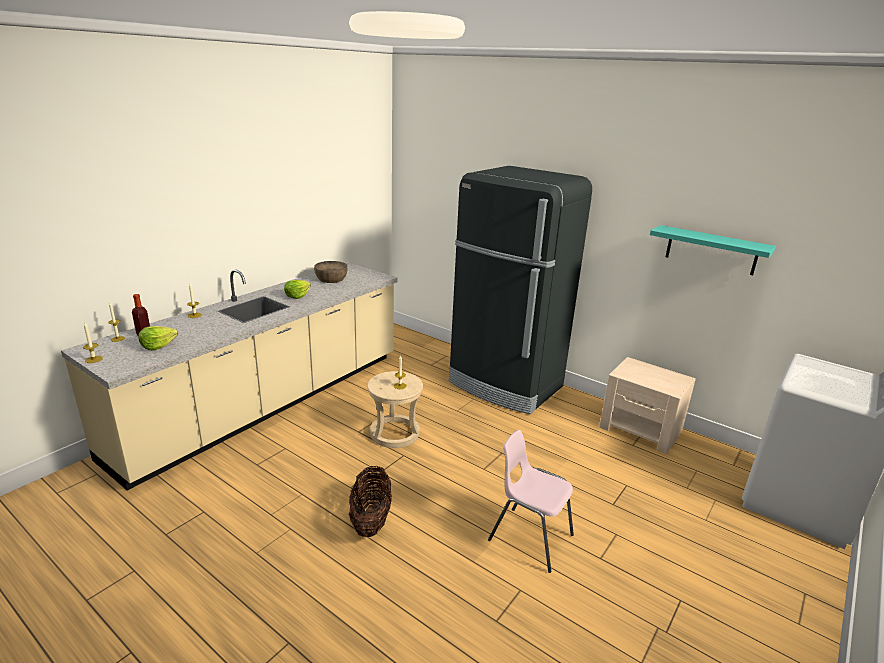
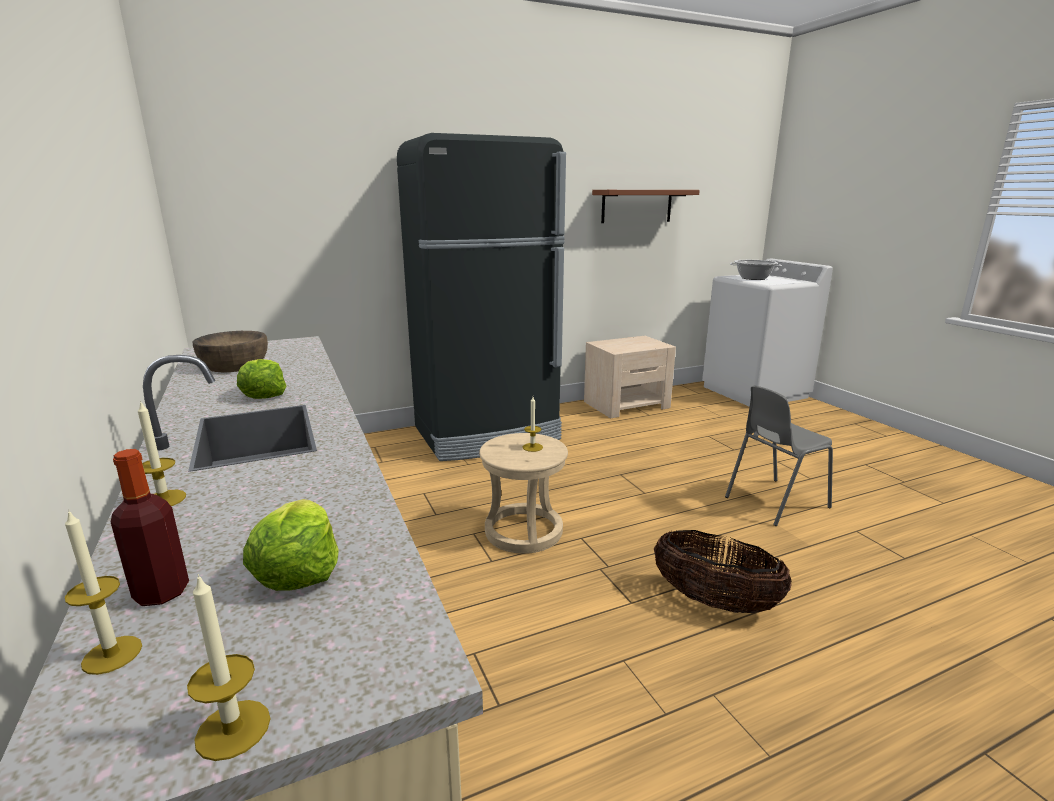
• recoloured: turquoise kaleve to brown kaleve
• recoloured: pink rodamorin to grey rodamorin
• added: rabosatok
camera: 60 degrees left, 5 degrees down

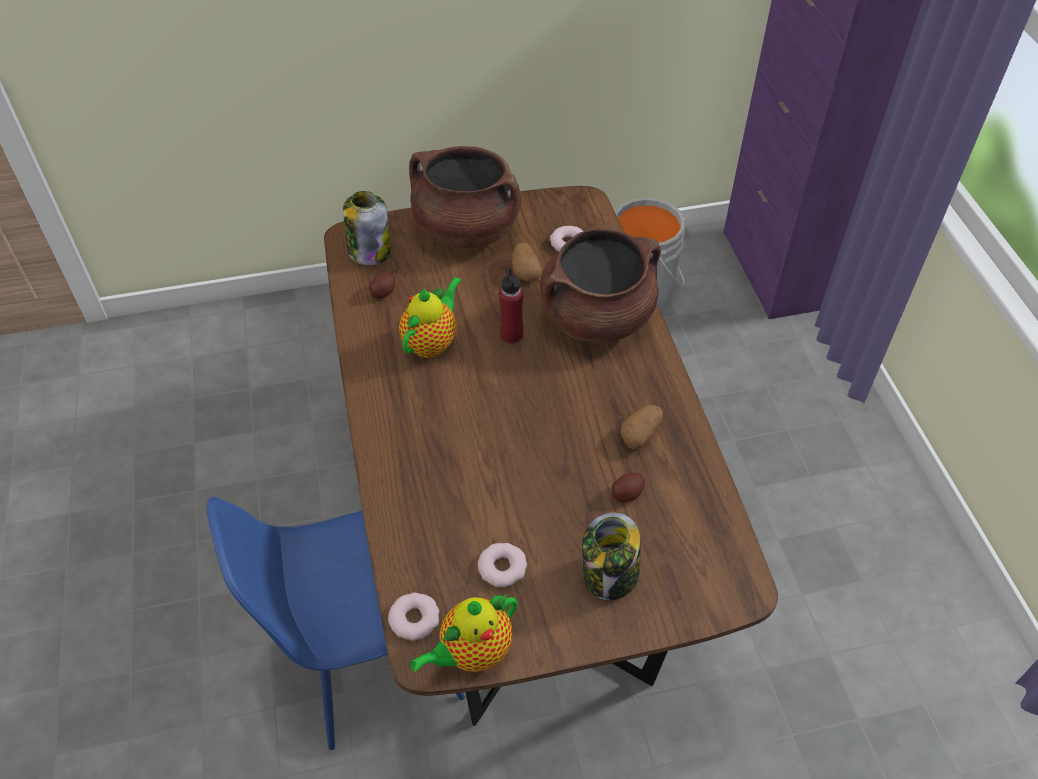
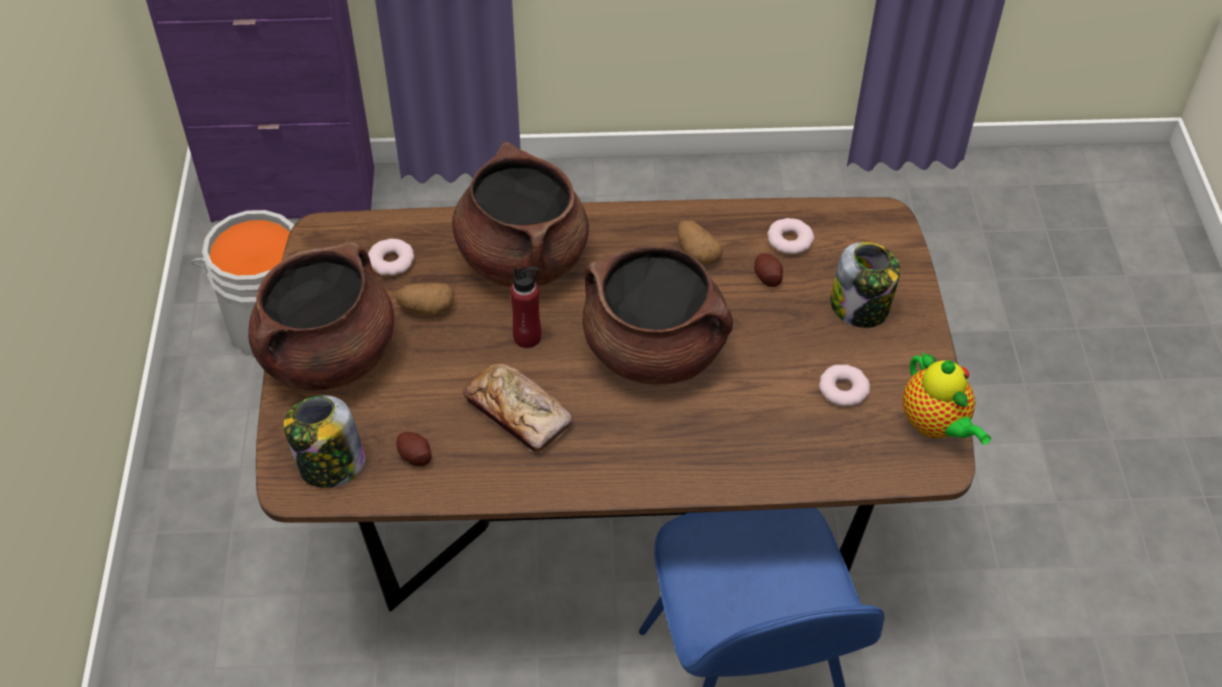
• replaced: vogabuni (1st from left) to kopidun
• added: brown rabosatok (3rd from left)
• moved: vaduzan (1st from left in the first image) to vaduzan (2nd from left)
camera: 80 degrees left, 0 degrees up

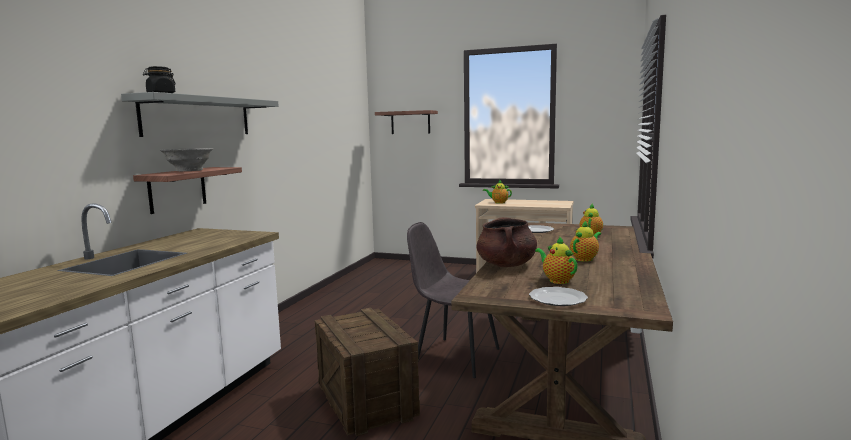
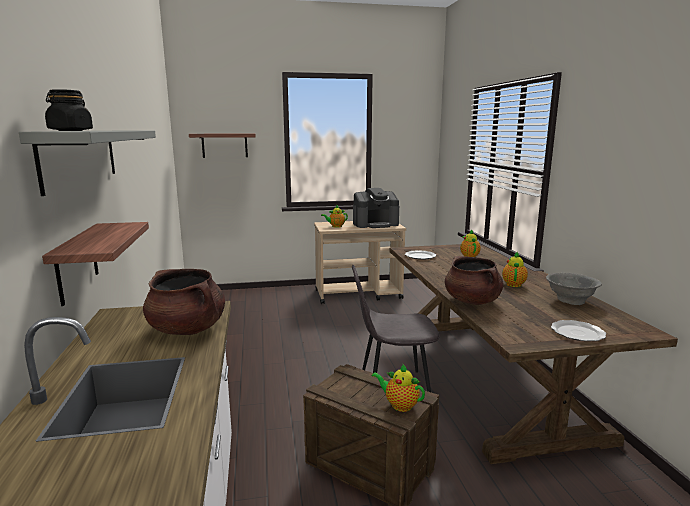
• added: brown rabosatok (1st from left)
• added: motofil
• moved: vogabuni (2nd from left)
• moved: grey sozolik
camera: 30 degrees left, 5 degrees up

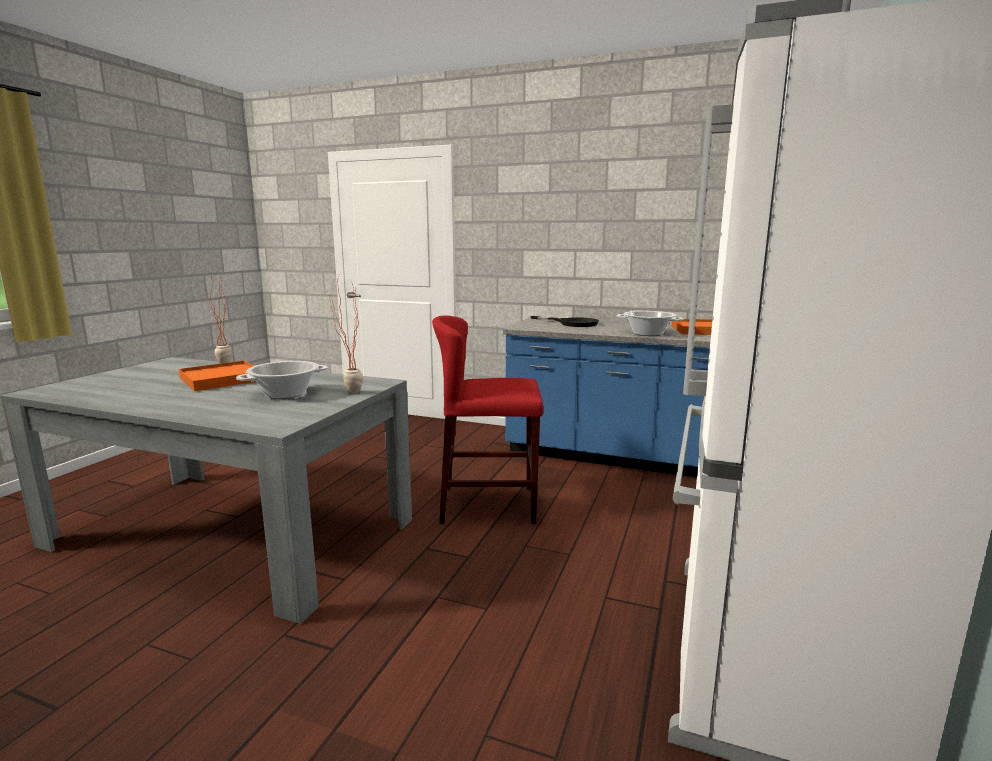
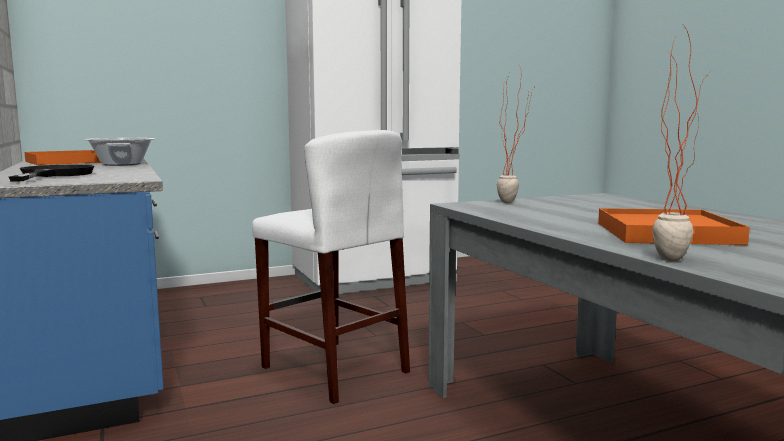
• recoloured: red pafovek to white pafovek
• removed: rabosatok (1st from left)
camera: 135 degrees left, 5 degrees down

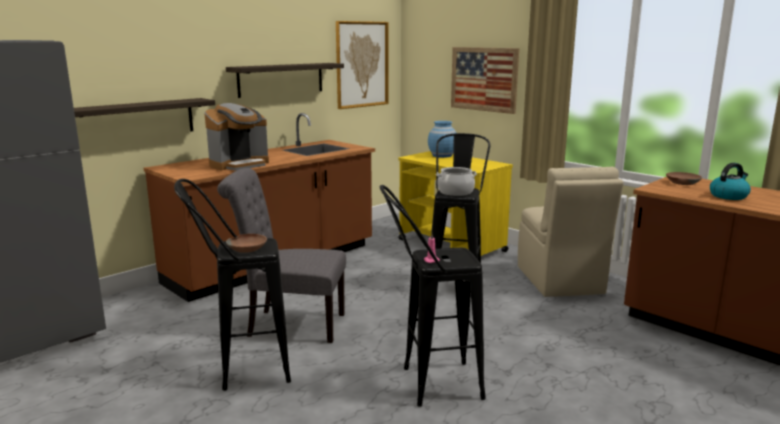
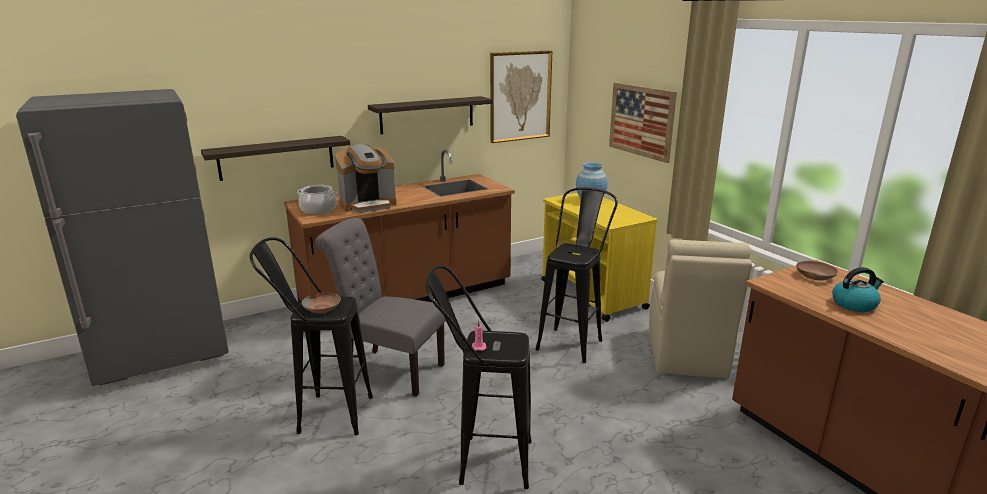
• moved: rabosatok
camera: 15 degrees right, 5 degrees up

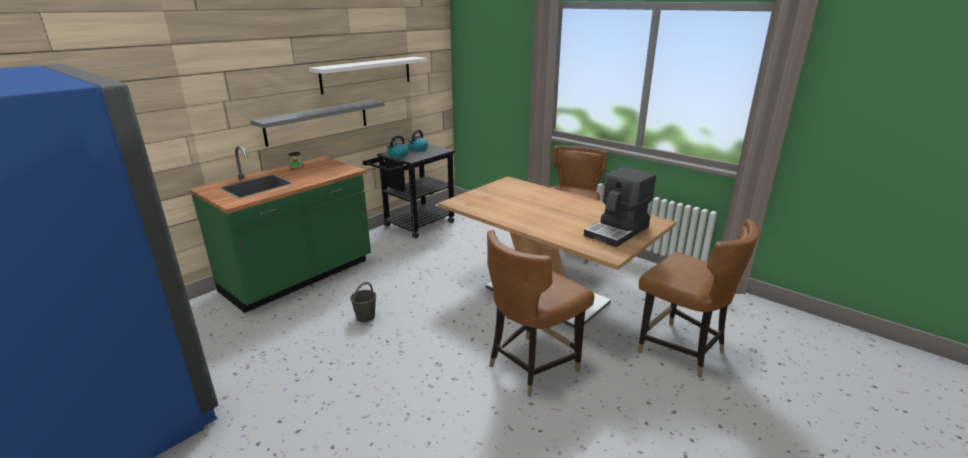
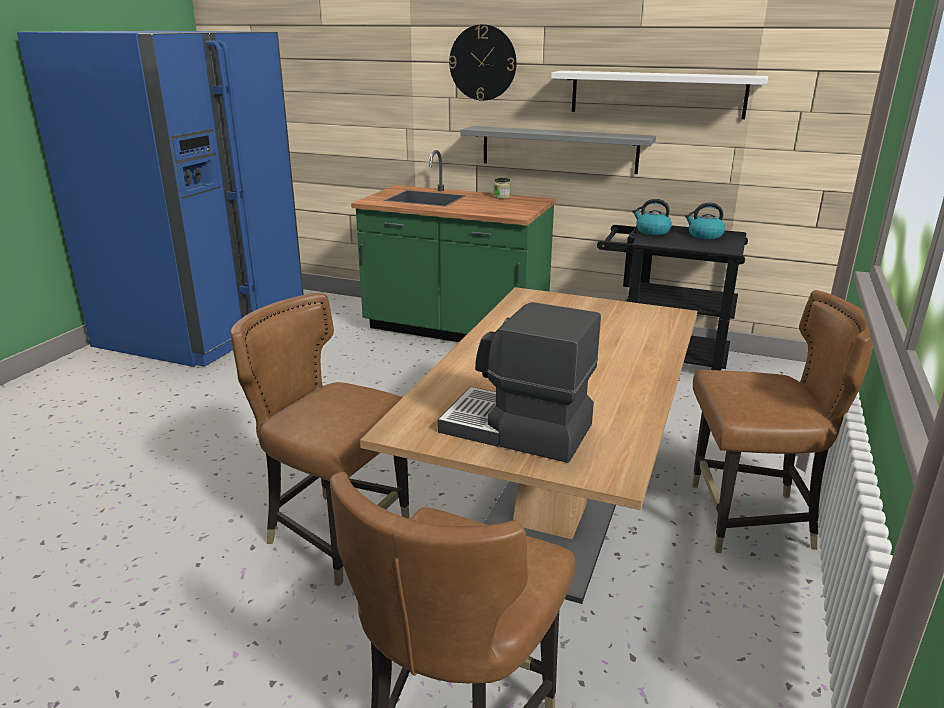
• added: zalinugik
• removed: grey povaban
camera: 70 degrees right, 0 degrees up

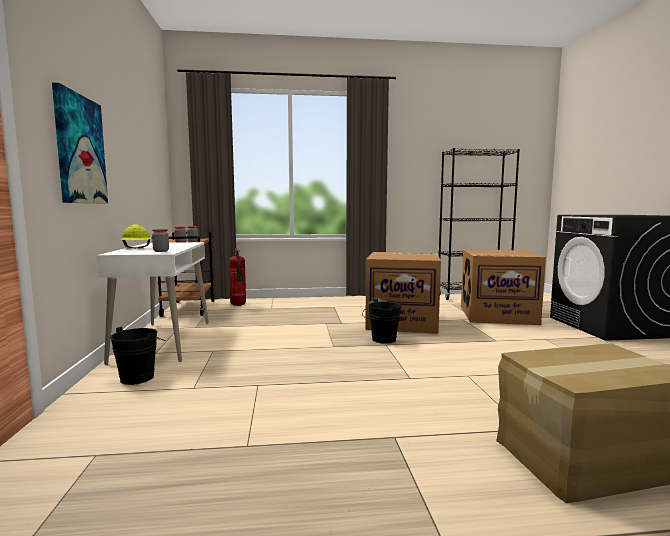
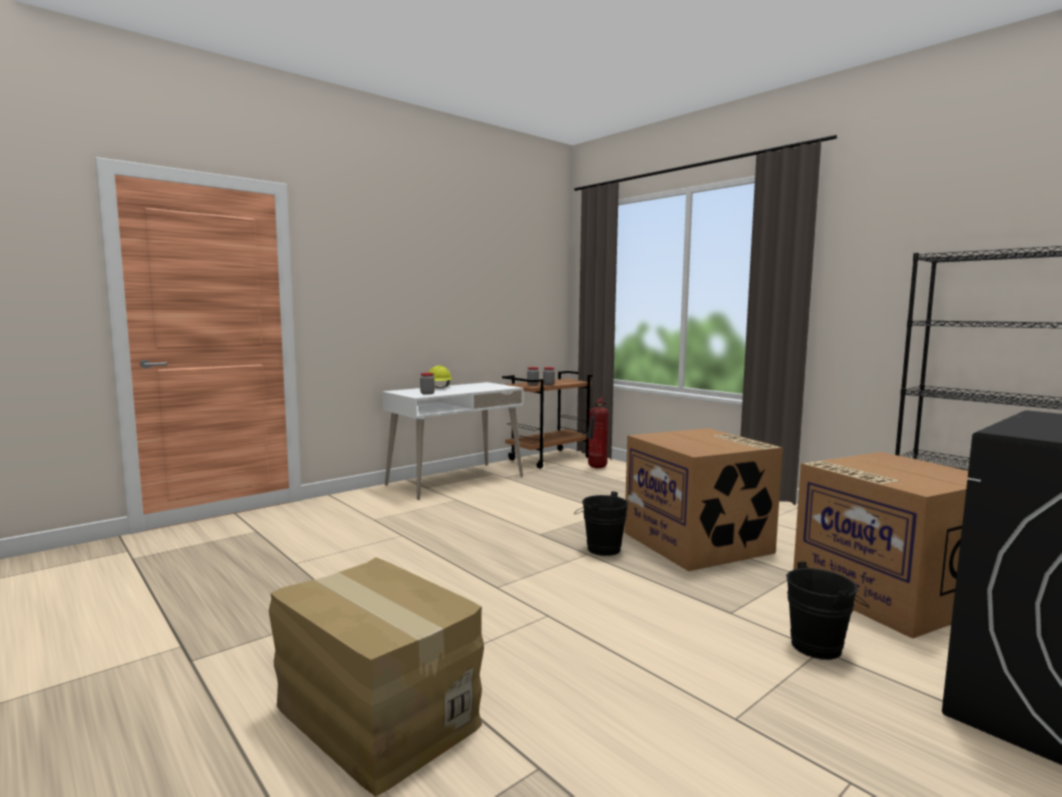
• moved: black povaban (1st from left in the first image) to black povaban (2nd from left)
• removed: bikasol
camera: 55 degrees right, 0 degrees up

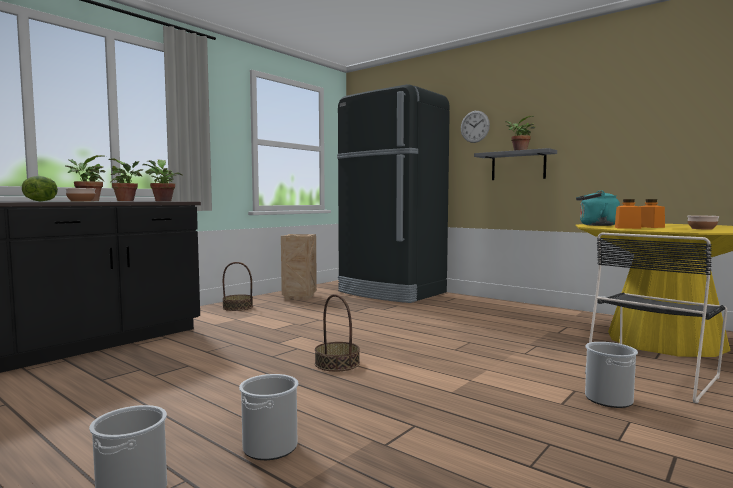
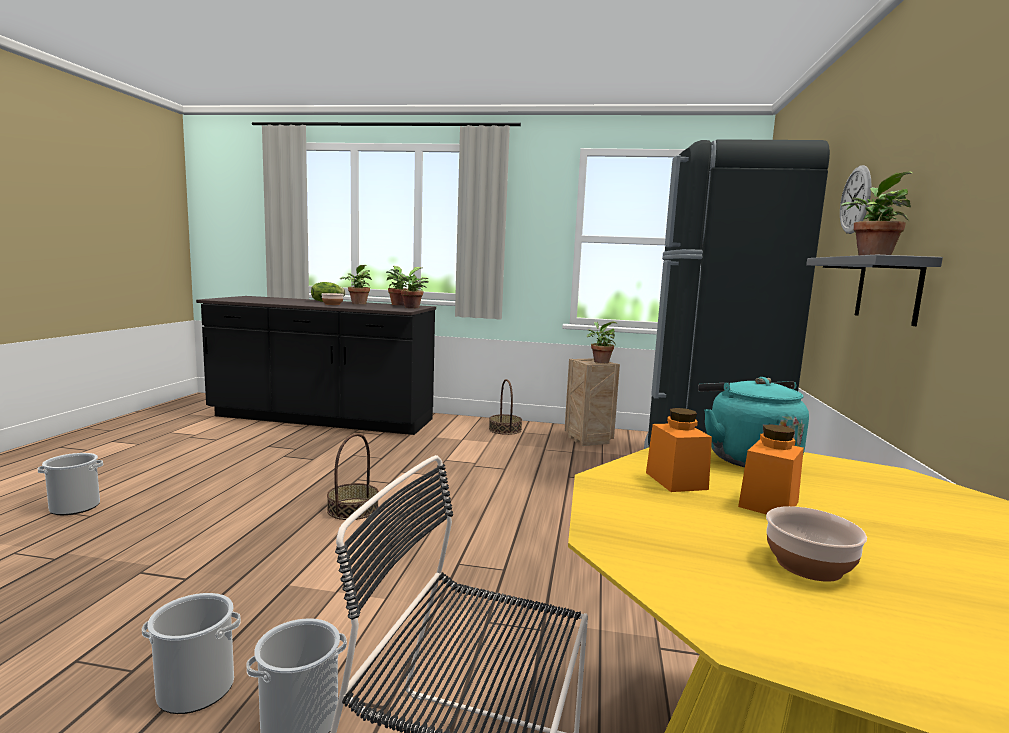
• moved: povaban (2nd from left)
• added: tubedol (4th from left)
camera: 60 degrees right, 5 degrees up

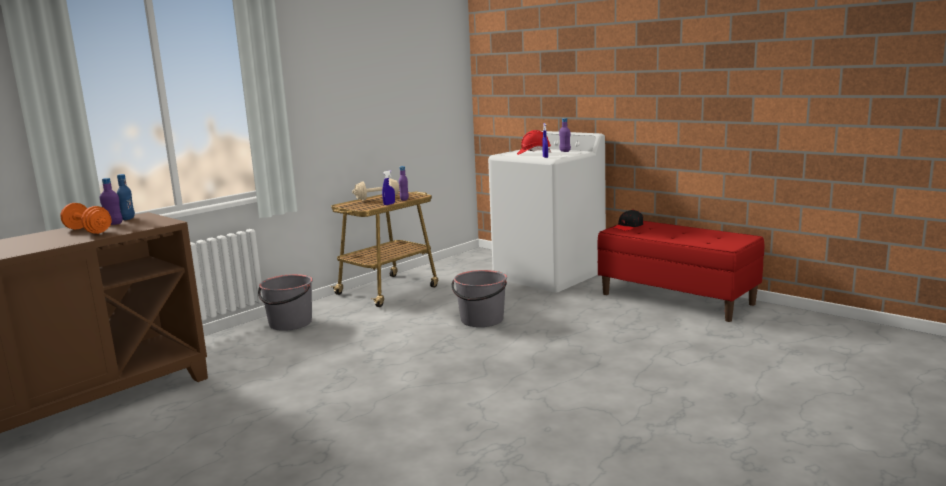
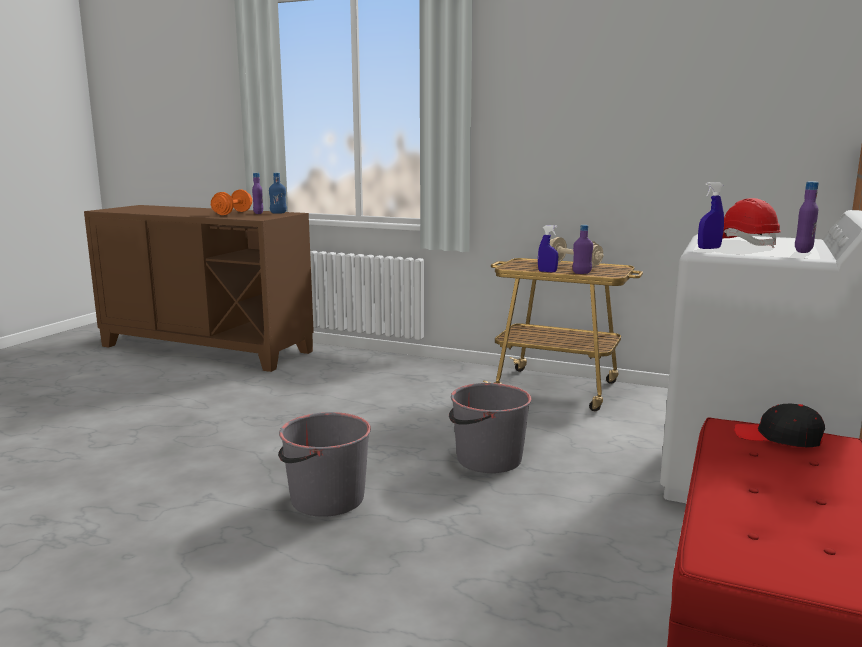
• moved: grey povaban (1st from left)
camera: 70 degrees right, 0 degrees up

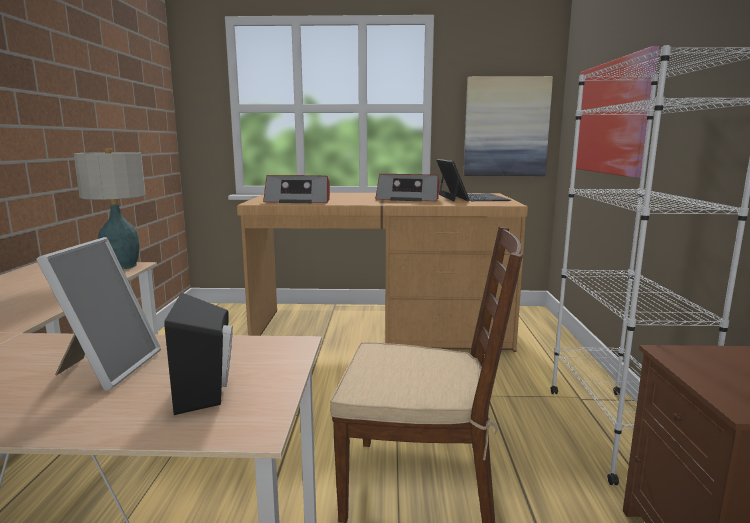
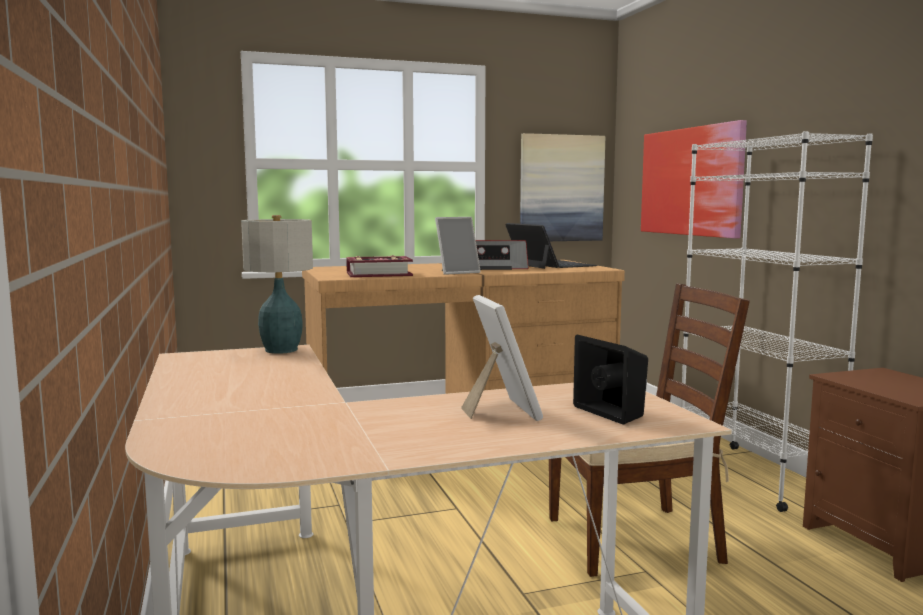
• replaced: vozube (1st from left) to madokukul
• added: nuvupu (1st from left)
camera: 20 degrees left, 5 degrees down

